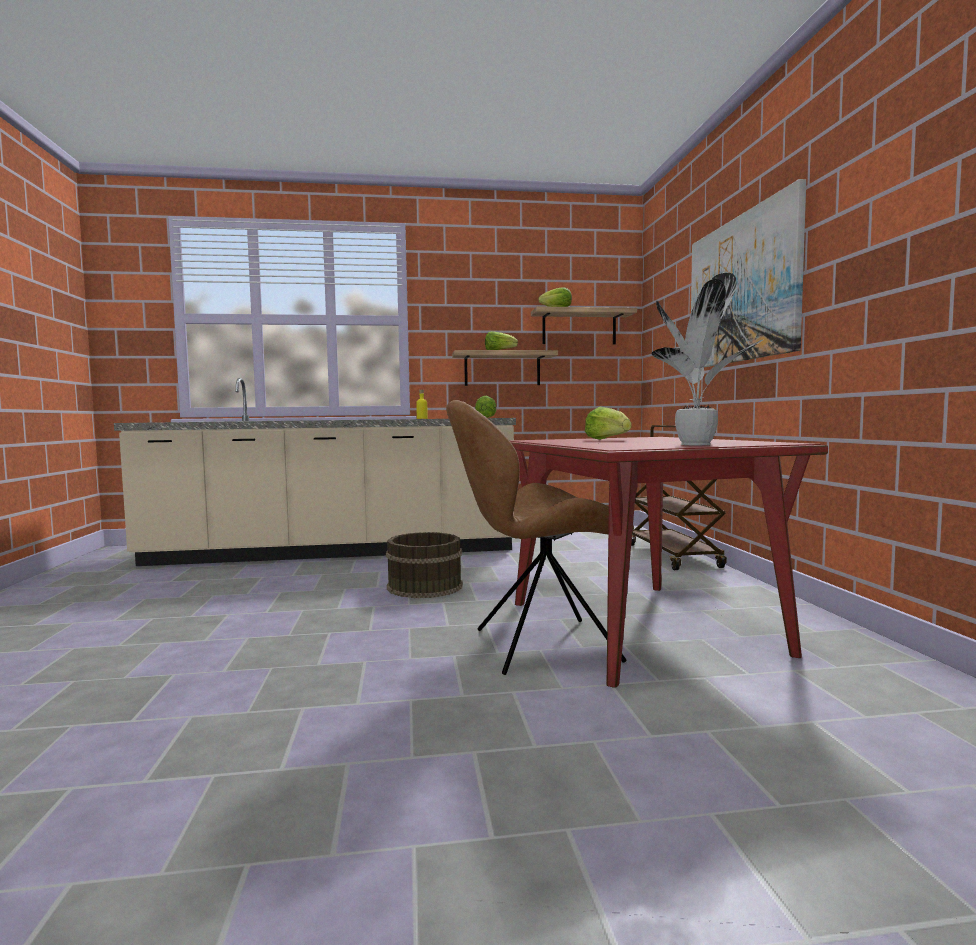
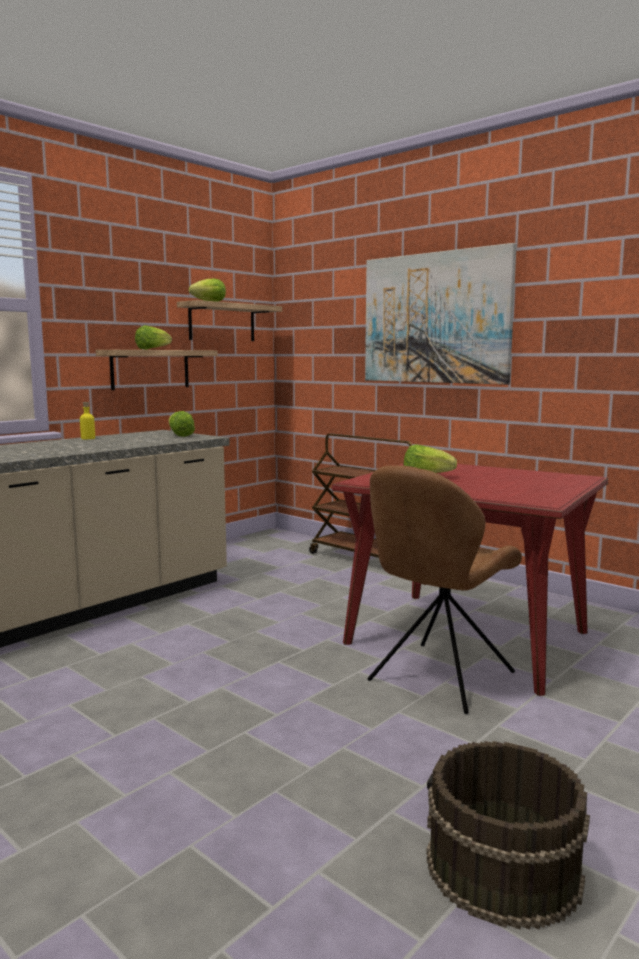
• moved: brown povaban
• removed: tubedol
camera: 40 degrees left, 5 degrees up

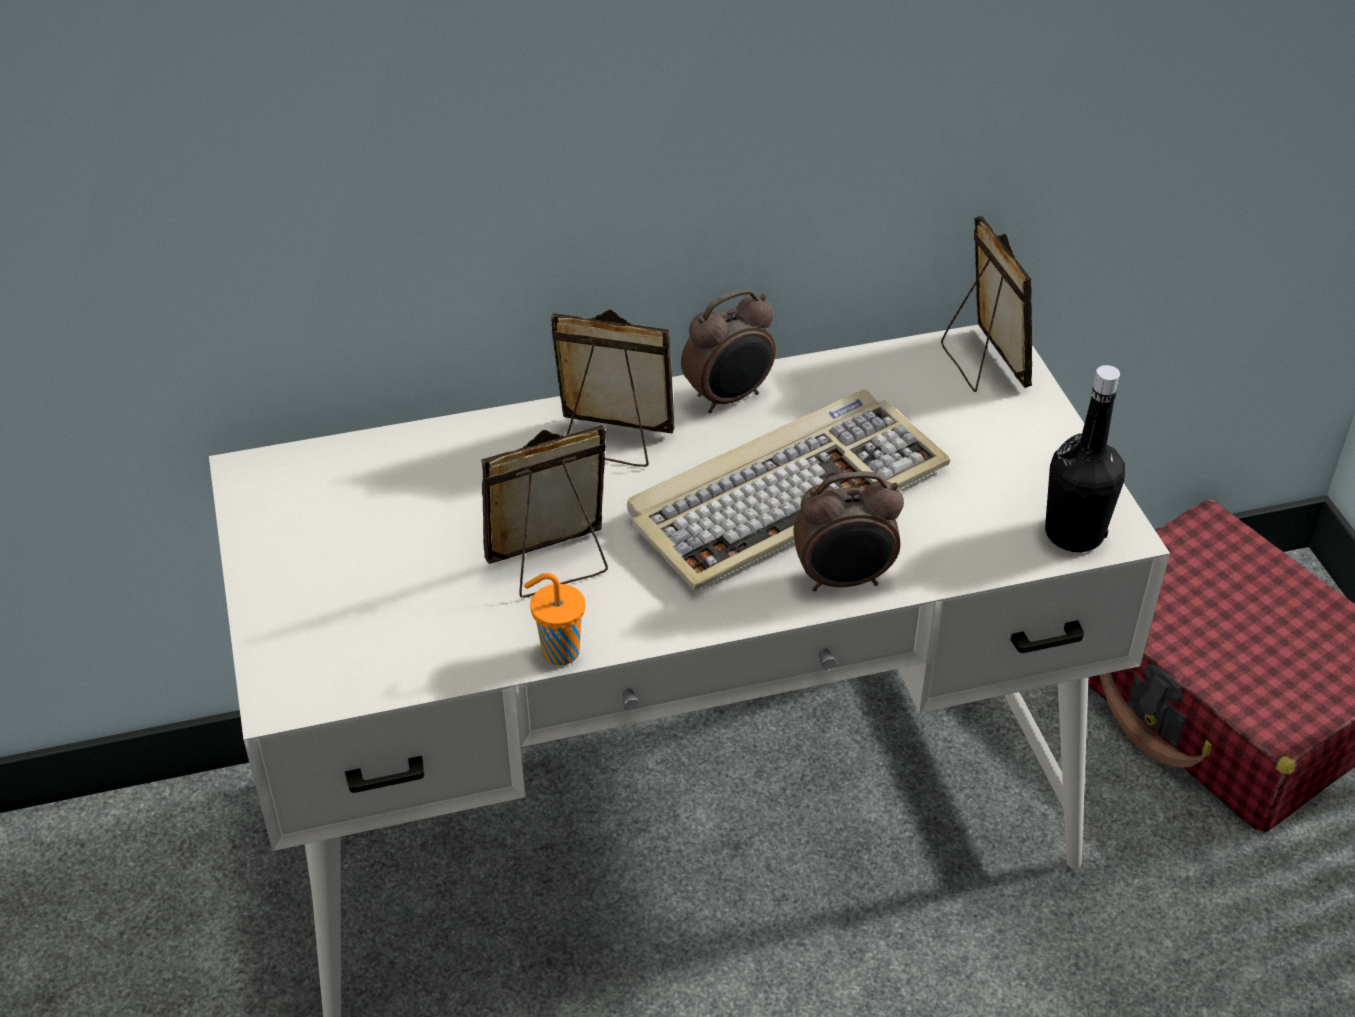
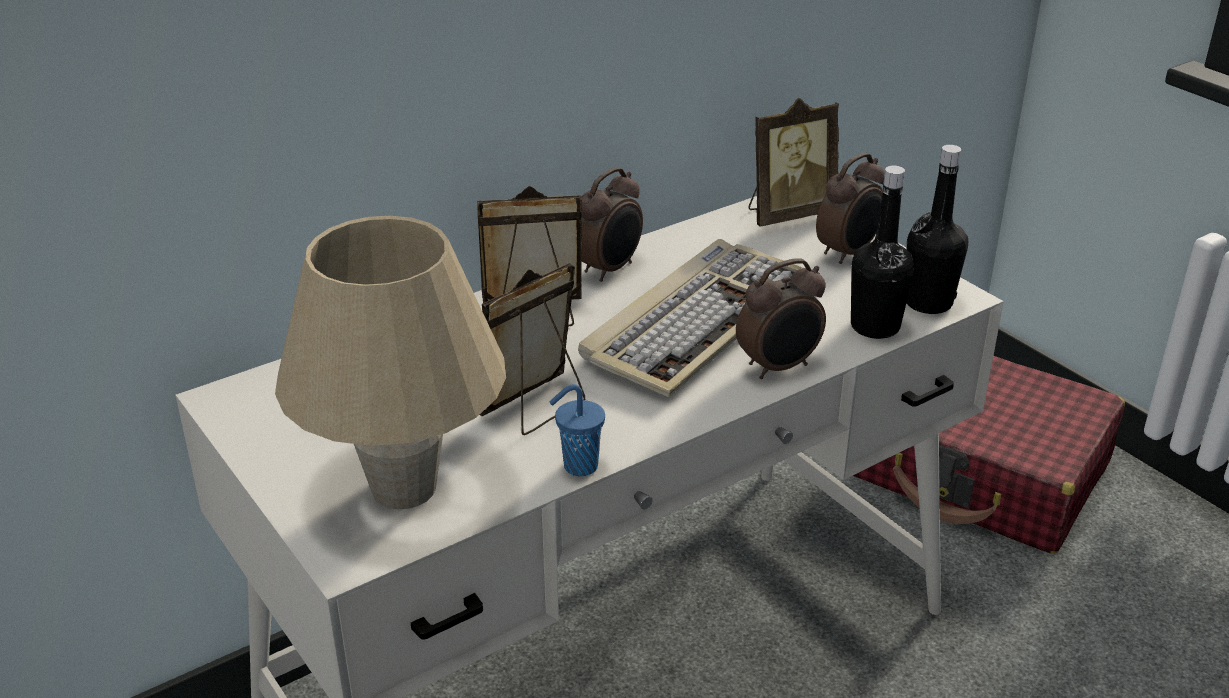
• added: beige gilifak
• recoloured: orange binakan to blue binakan
• turned: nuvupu (3rd from left) 105 degrees clockwise
• added: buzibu (3rd from left)
• added: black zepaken (1st from left)
camera: 20 degrees left, 10 degrees down

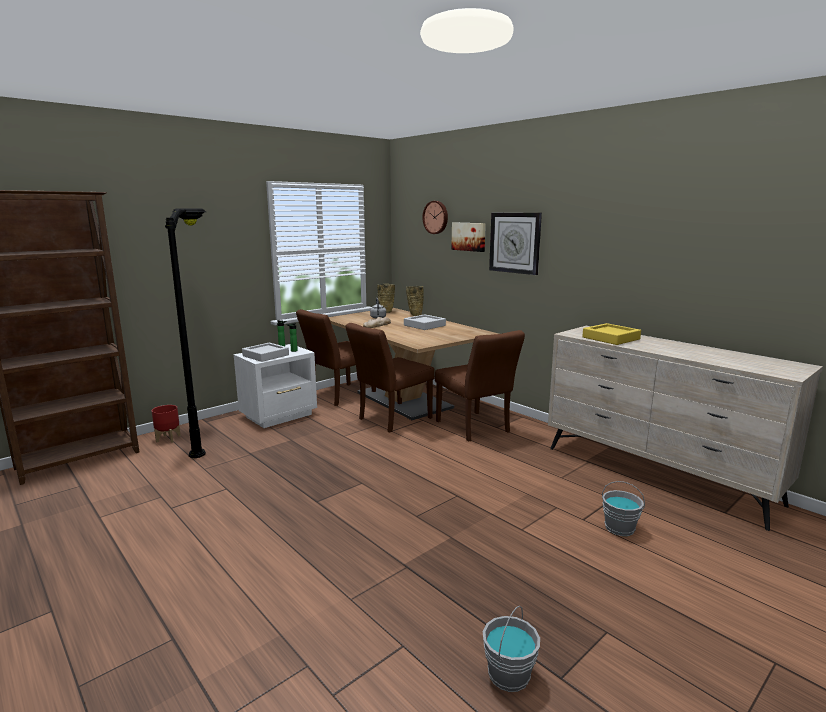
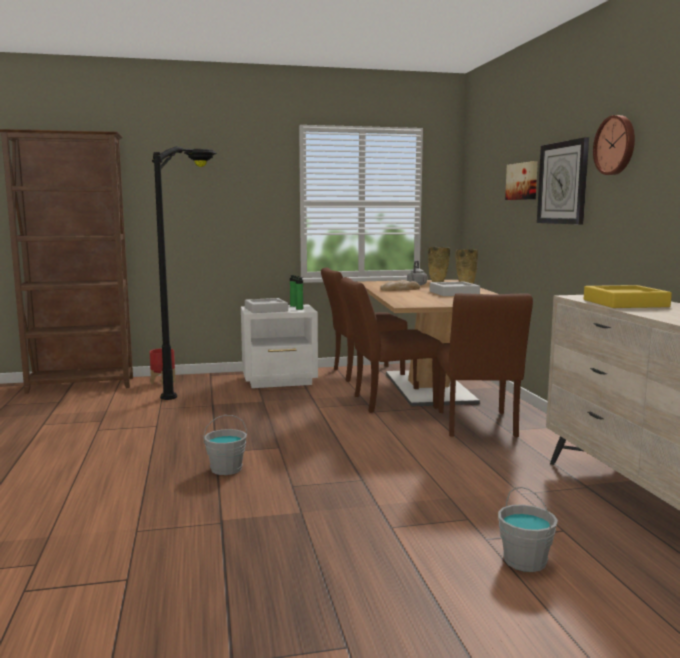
• moved: grey povaban (1st from left)
• moved: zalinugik (1st from left in the first image) to zalinugik (2nd from left)
camera: 30 degrees right, 5 degrees down

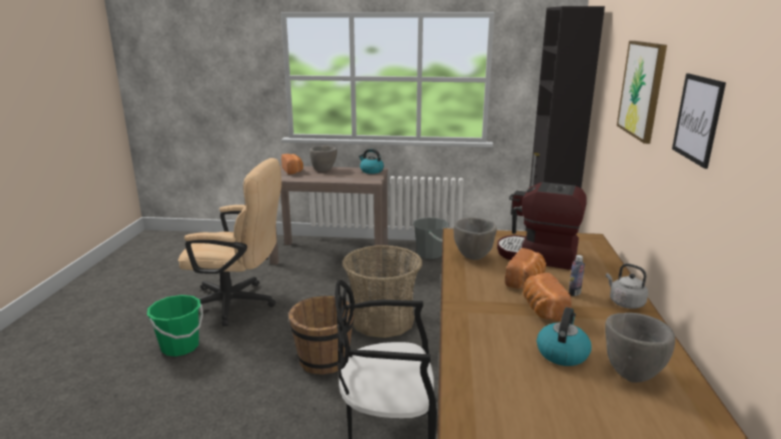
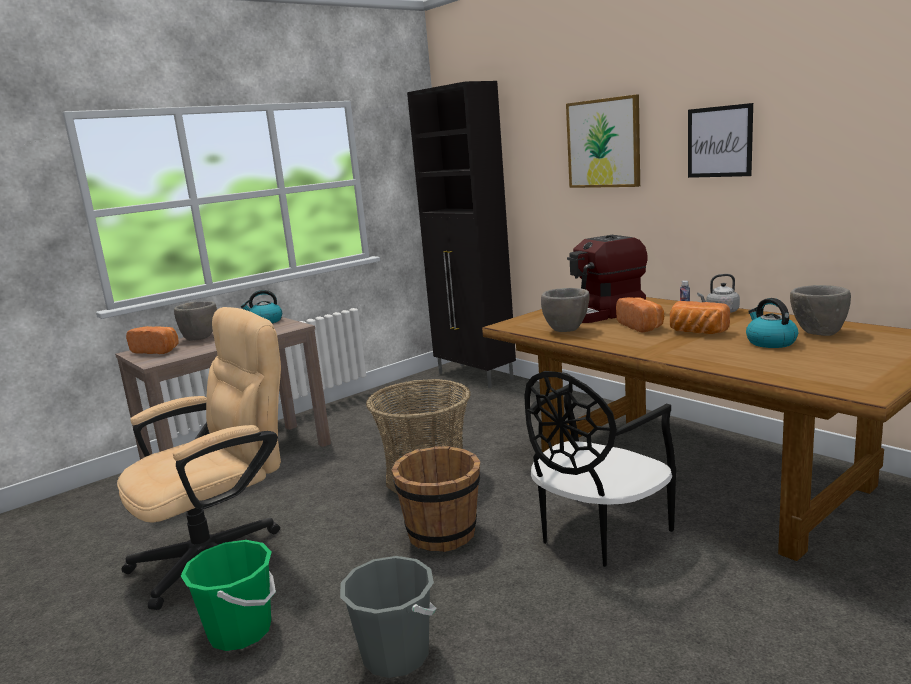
• moved: grey povaban
camera: 45 degrees left, 5 degrees down

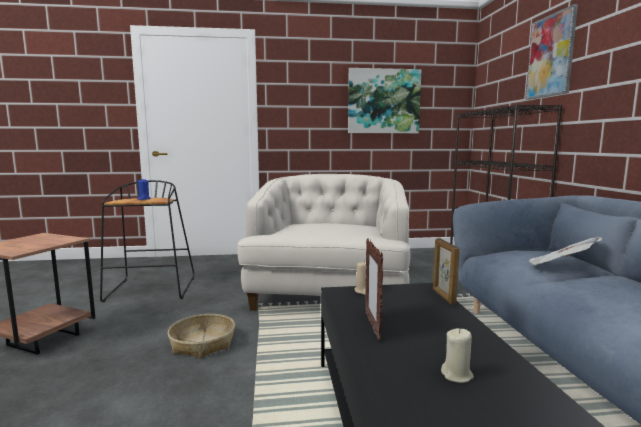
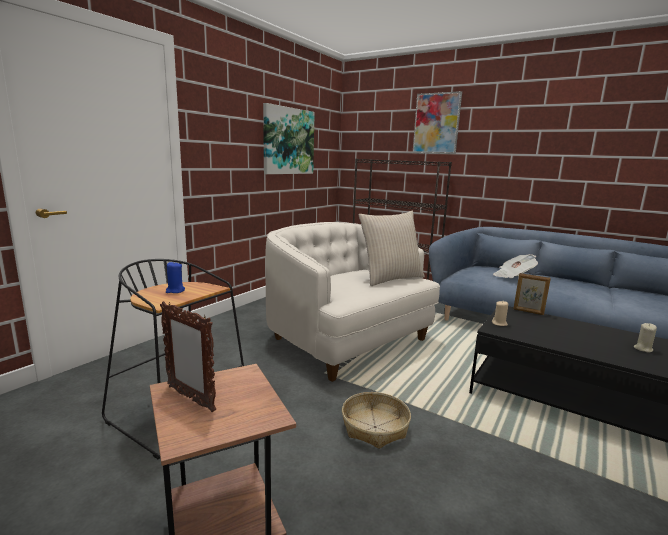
• moved: nuvupu (1st from left)
• added: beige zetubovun
camera: 50 degrees left, 5 degrees up

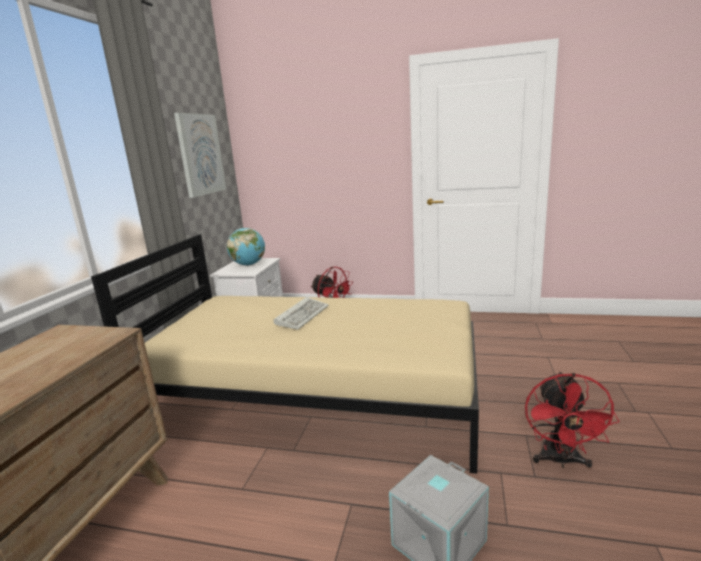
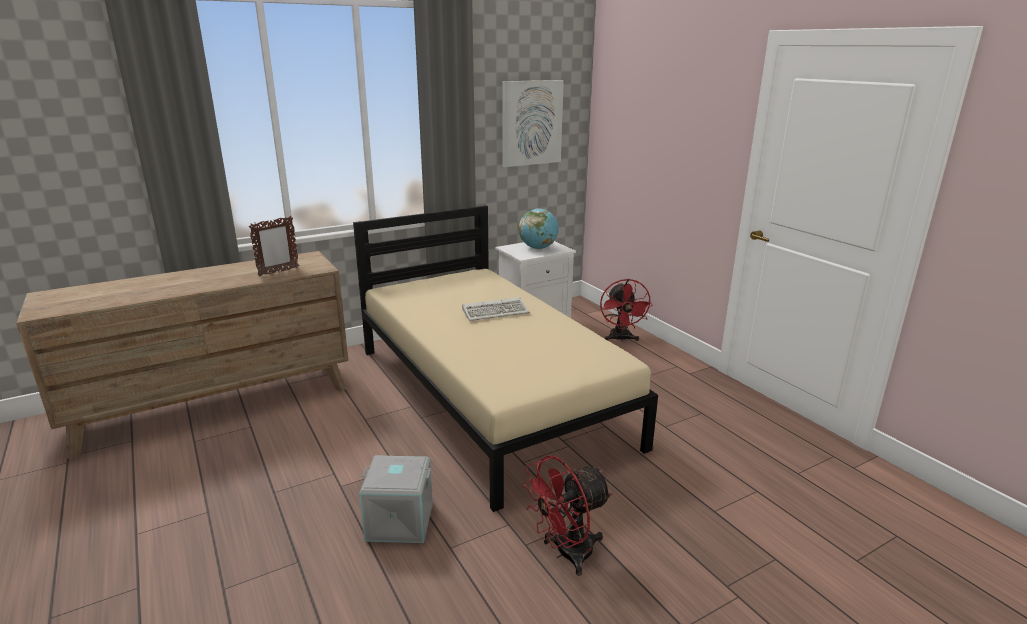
• added: nuvupu
camera: 45 degrees right, 5 degrees up

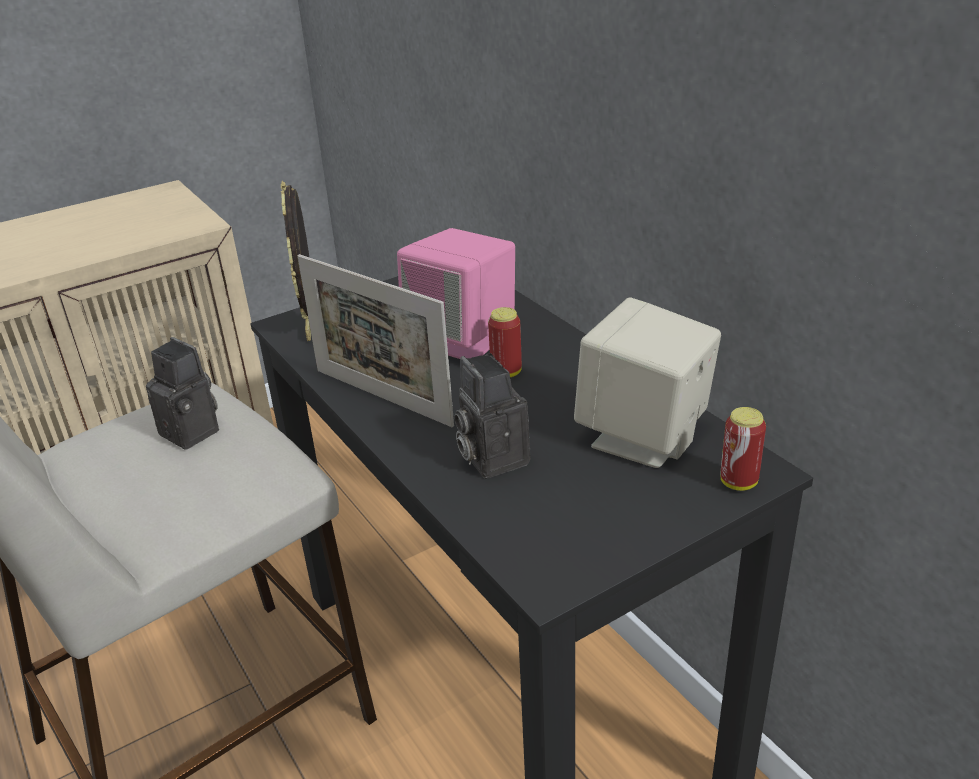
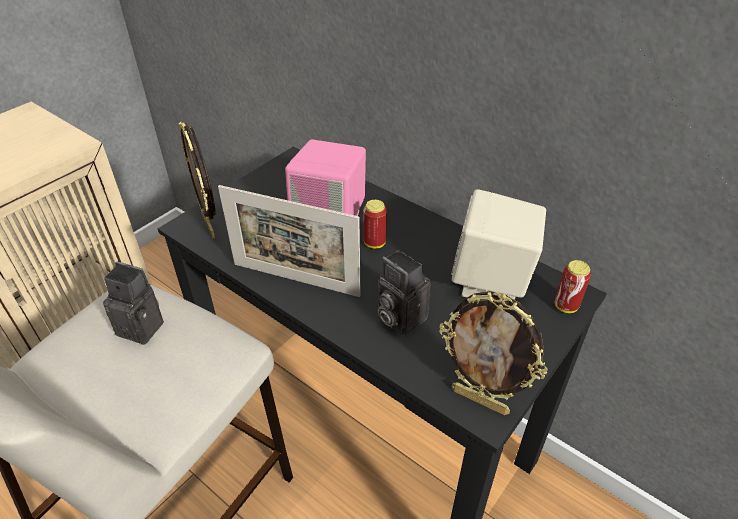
• added: nuvupu (3rd from left)
camera: 20 degrees left, 10 degrees up

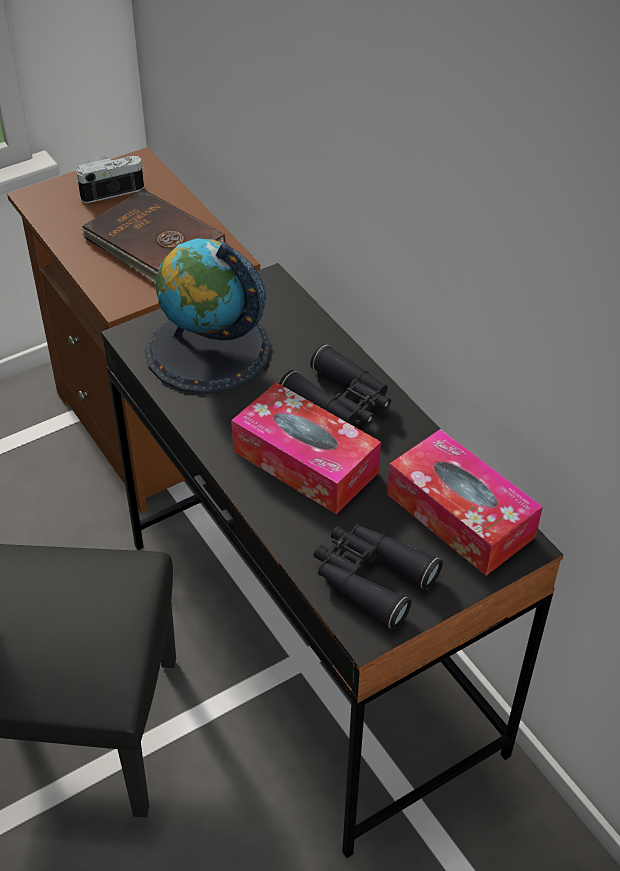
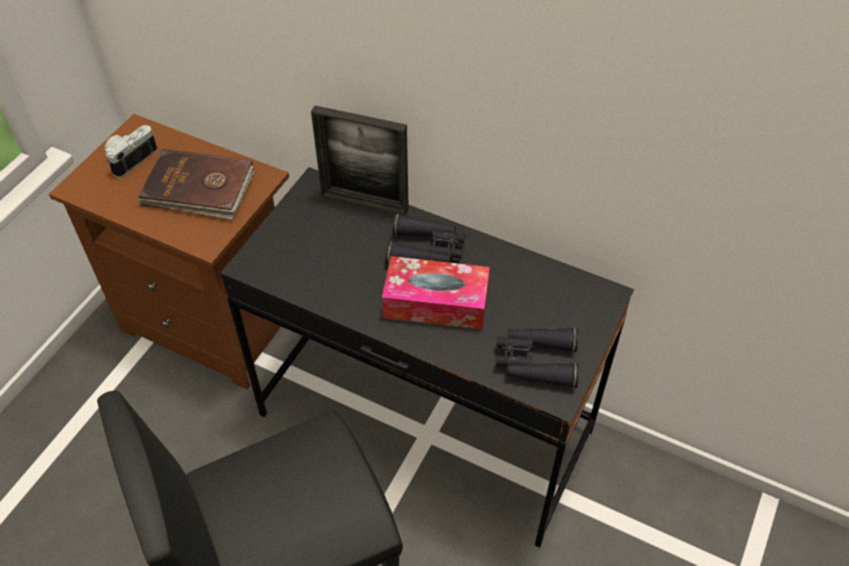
• added: nuvupu
• removed: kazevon
• removed: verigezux (2nd from left)
camera: 30 degrees left, 5 degrees up

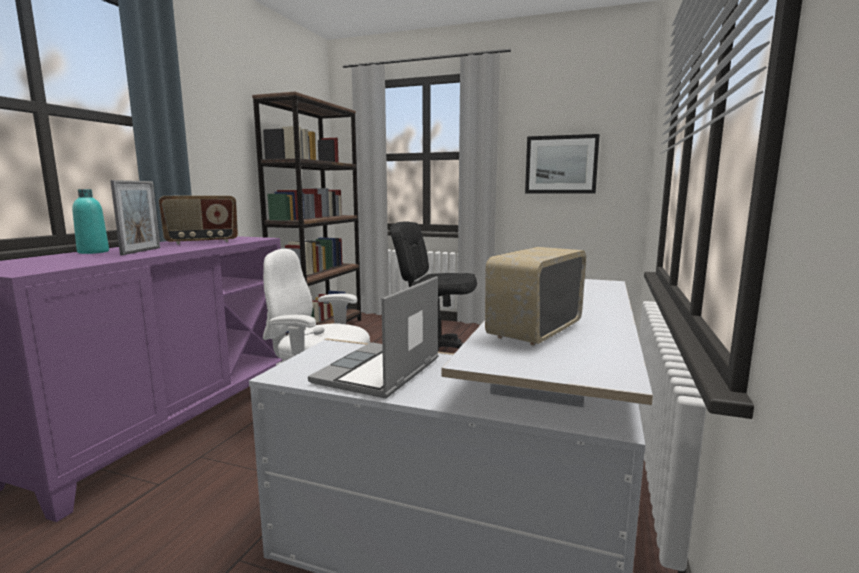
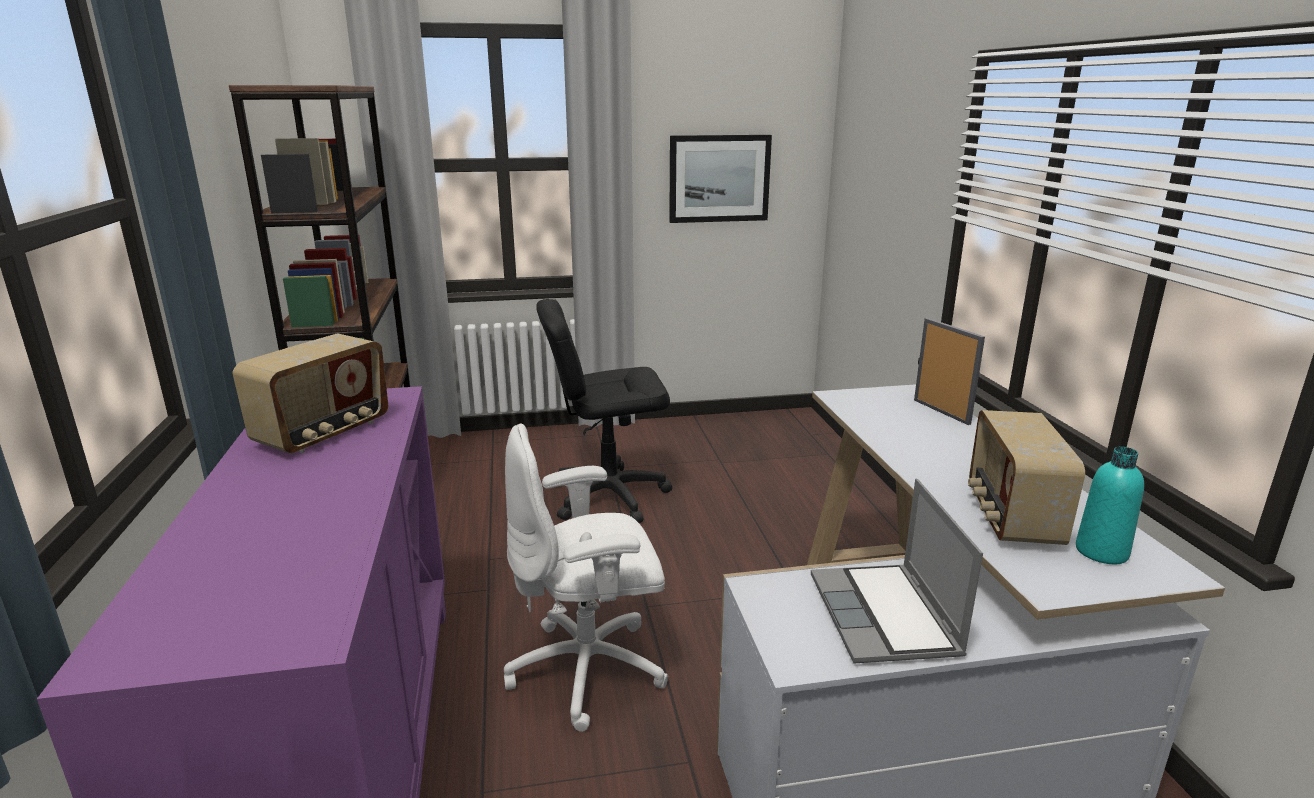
• moved: nuvupu
• moved: turquoise zepaken
camera: 30 degrees left, 10 degrees up

